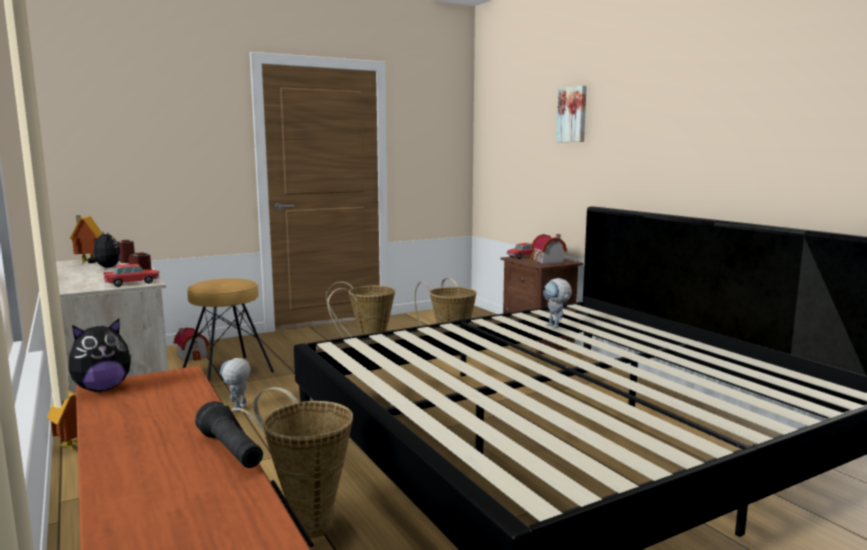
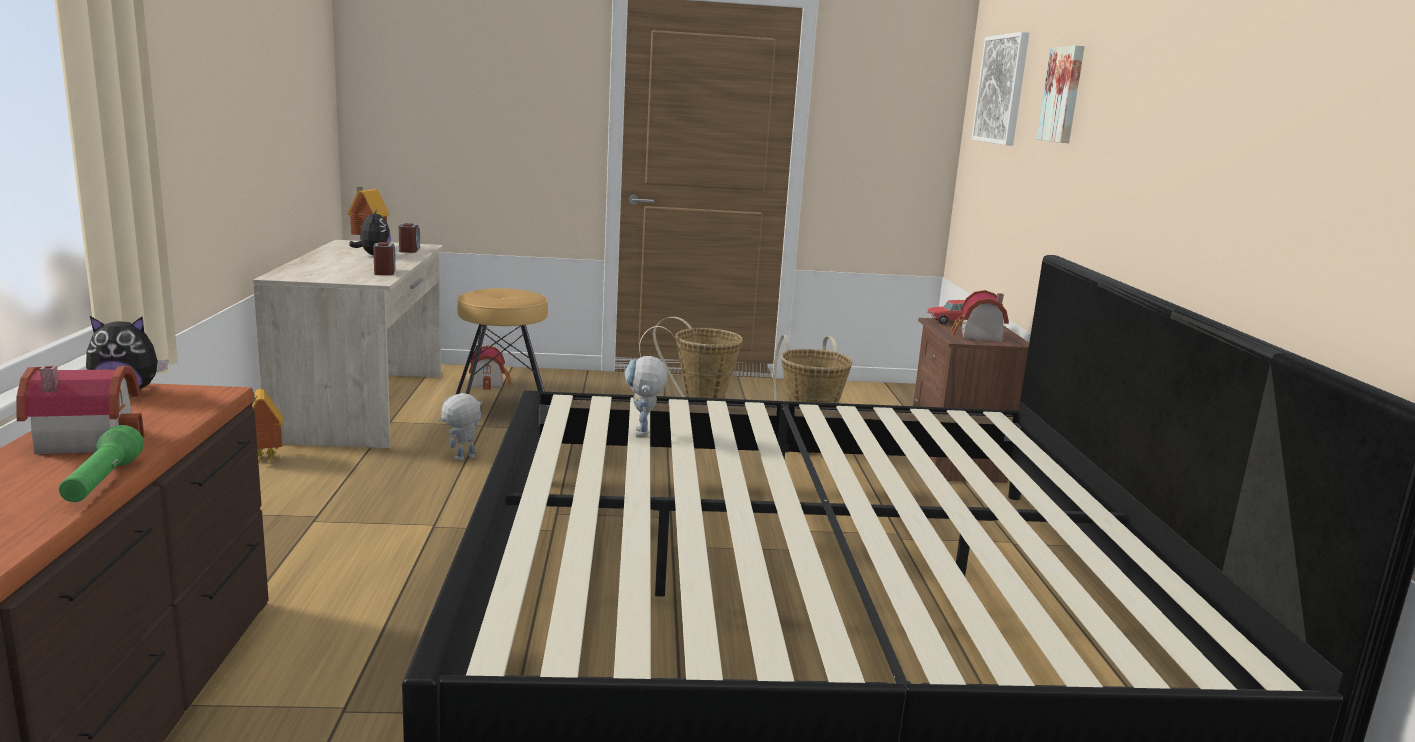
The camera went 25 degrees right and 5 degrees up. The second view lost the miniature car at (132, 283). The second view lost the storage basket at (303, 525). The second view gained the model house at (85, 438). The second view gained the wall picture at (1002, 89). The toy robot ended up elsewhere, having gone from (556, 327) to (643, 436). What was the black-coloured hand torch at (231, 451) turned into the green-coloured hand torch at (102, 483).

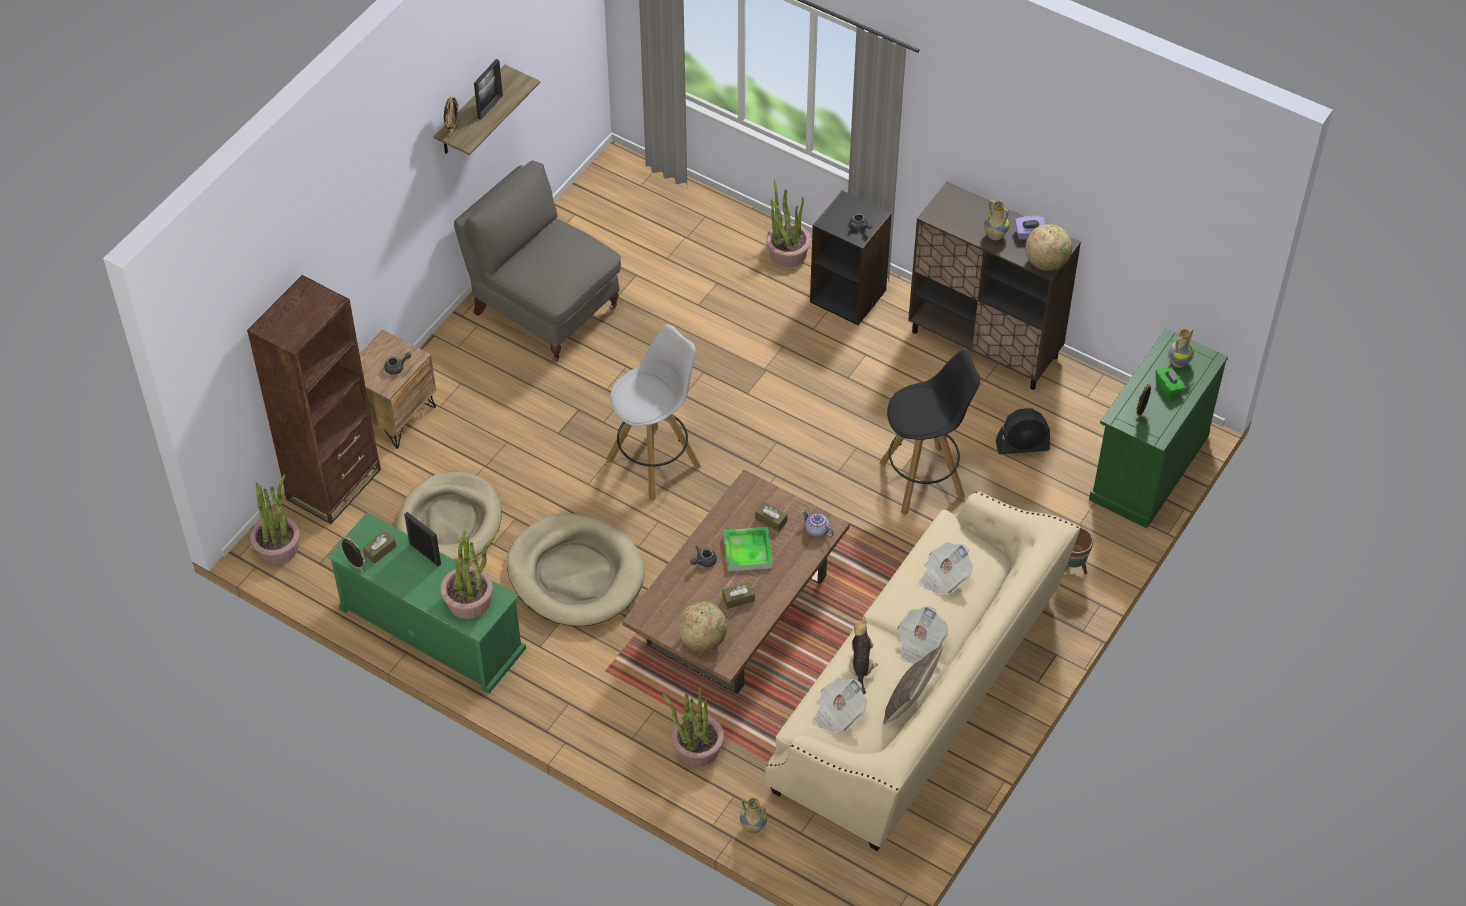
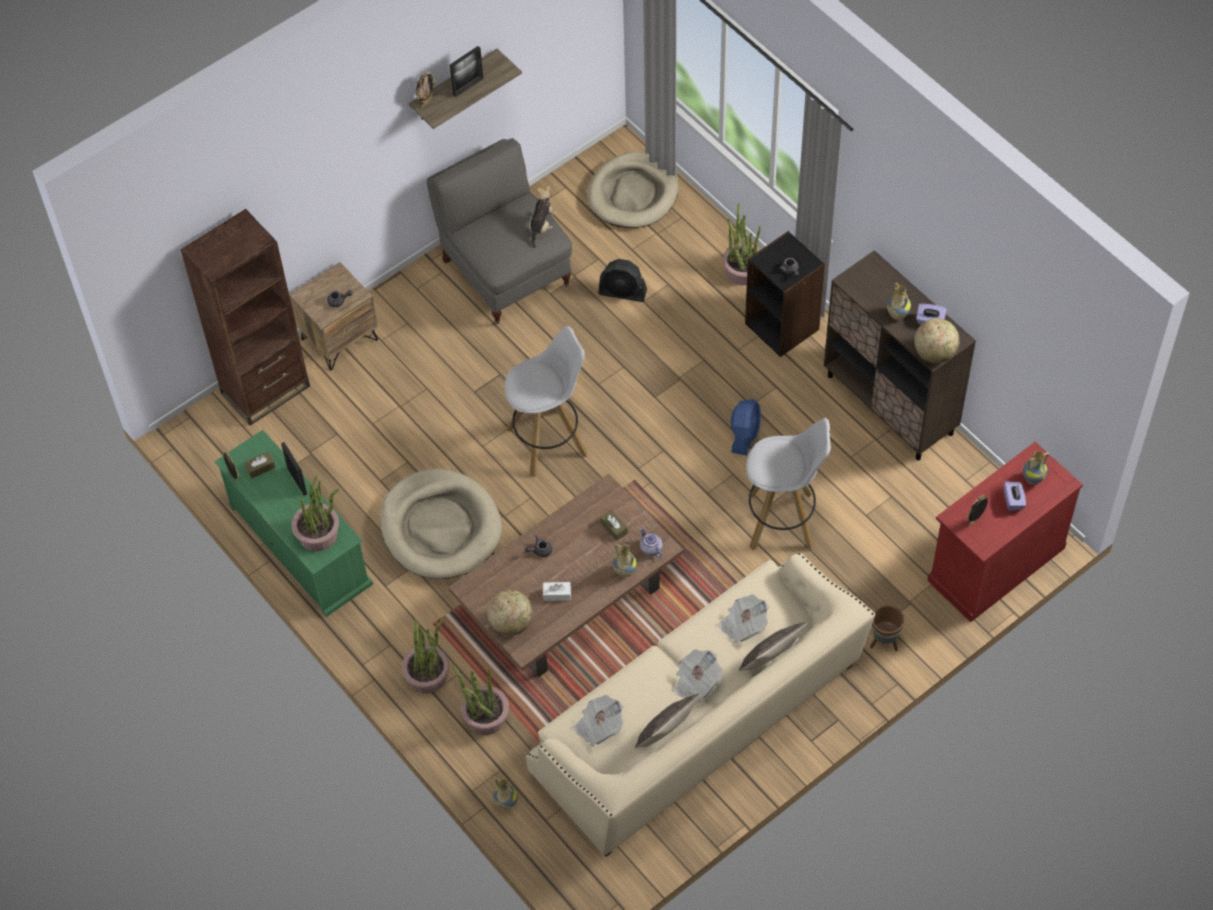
The camera went 20 degrees right and 5 degrees up. The second view lost the serving tray at (747, 551). The second view gained the vase at (624, 572). The second view gained the blue-coloured fan at (745, 435). The second view gained the cushion at (771, 660). The plant in a pot ended up elsewhere, having gone from (278, 547) to (427, 675). The beige pet bed ended up elsewhere, having gone from (450, 522) to (633, 194). The soft toy ended up elsewhere, having gone from (861, 665) to (541, 226). The black-coloured fan ended up elsewhere, having gone from (1022, 446) to (622, 292). What was the brown-coloured tissue box at (738, 599) turned into the whitish tissue box at (557, 594). What was the black-coloured sitting stool at (923, 479) turned into the whitish sitting stool at (782, 521). What was the green-coloured cupboard at (1148, 467) turned into the red-coloured cupboard at (995, 564). What was the green-coloured tissue box at (1168, 387) turned into the purple tissue box at (1013, 500).

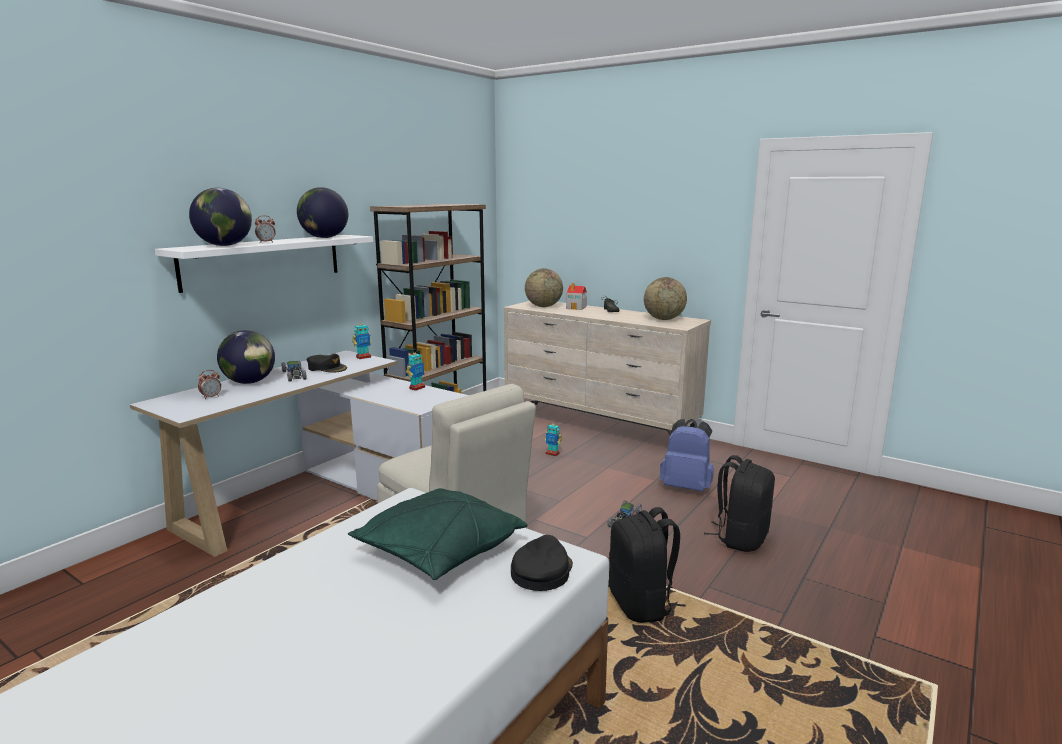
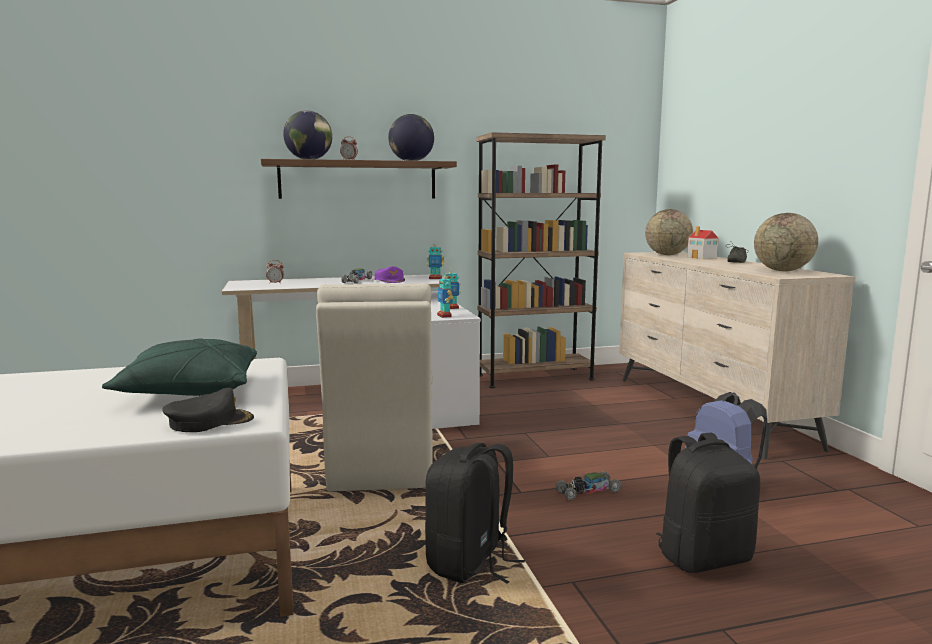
The camera went 40 degrees right and 5 degrees down. The second view lost the globe at (249, 382). The toy robot ended up elsewhere, having gone from (552, 453) to (444, 316). What was the whitish bracket shelf at (263, 261) turned into the brown-coloured bracket shelf at (358, 180). What was the black-coloured peaked cap at (327, 368) turned into the purple peaked cap at (390, 280).

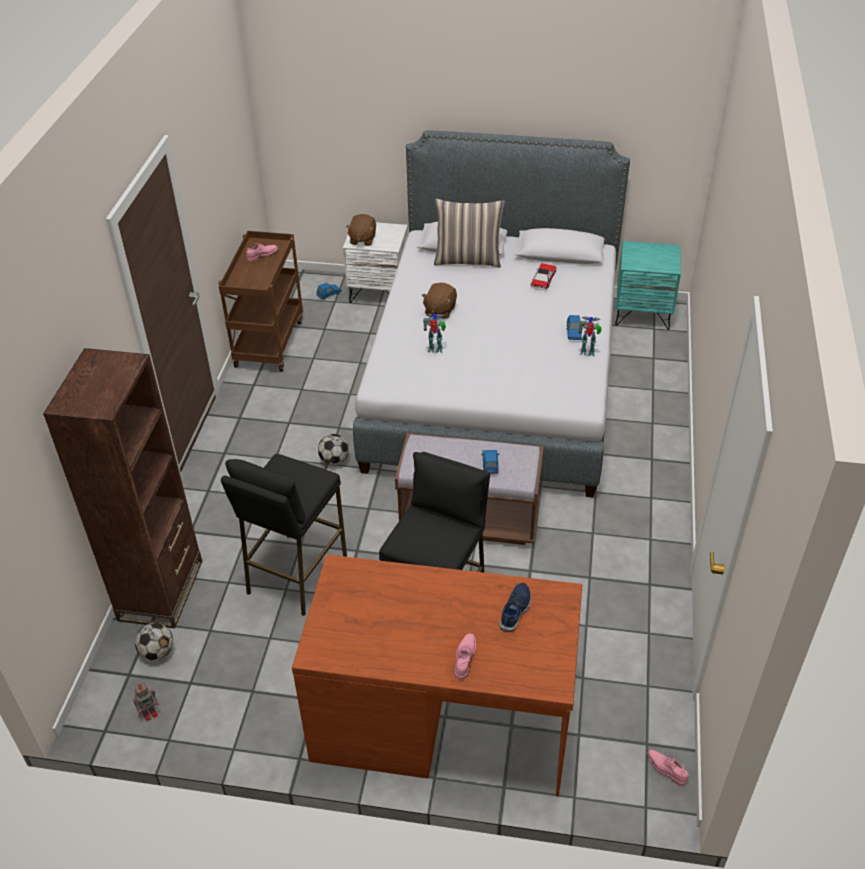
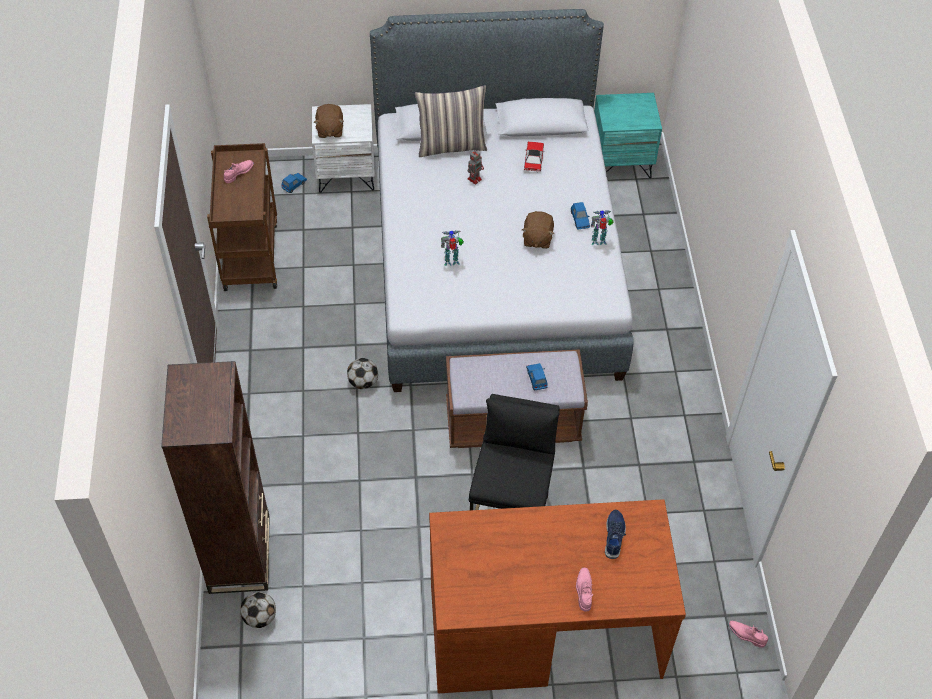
The camera went 15 degrees left and 10 degrees up. The second view lost the black-coloured sitting stool at (295, 574). The toy robot ended up elsewhere, having gone from (150, 712) to (475, 178). The brown-coloured soft toy ended up elsewhere, having gone from (439, 310) to (537, 239).

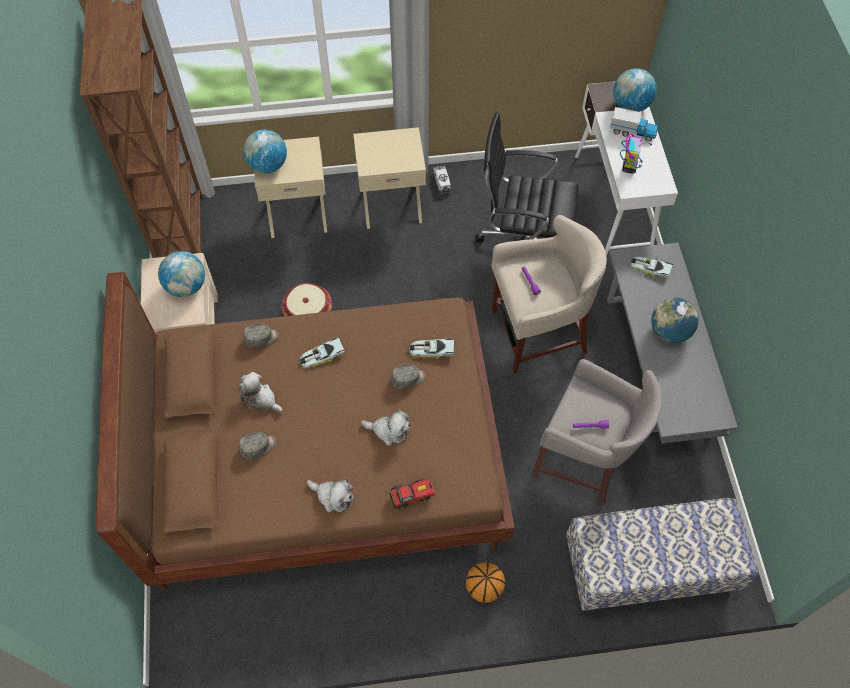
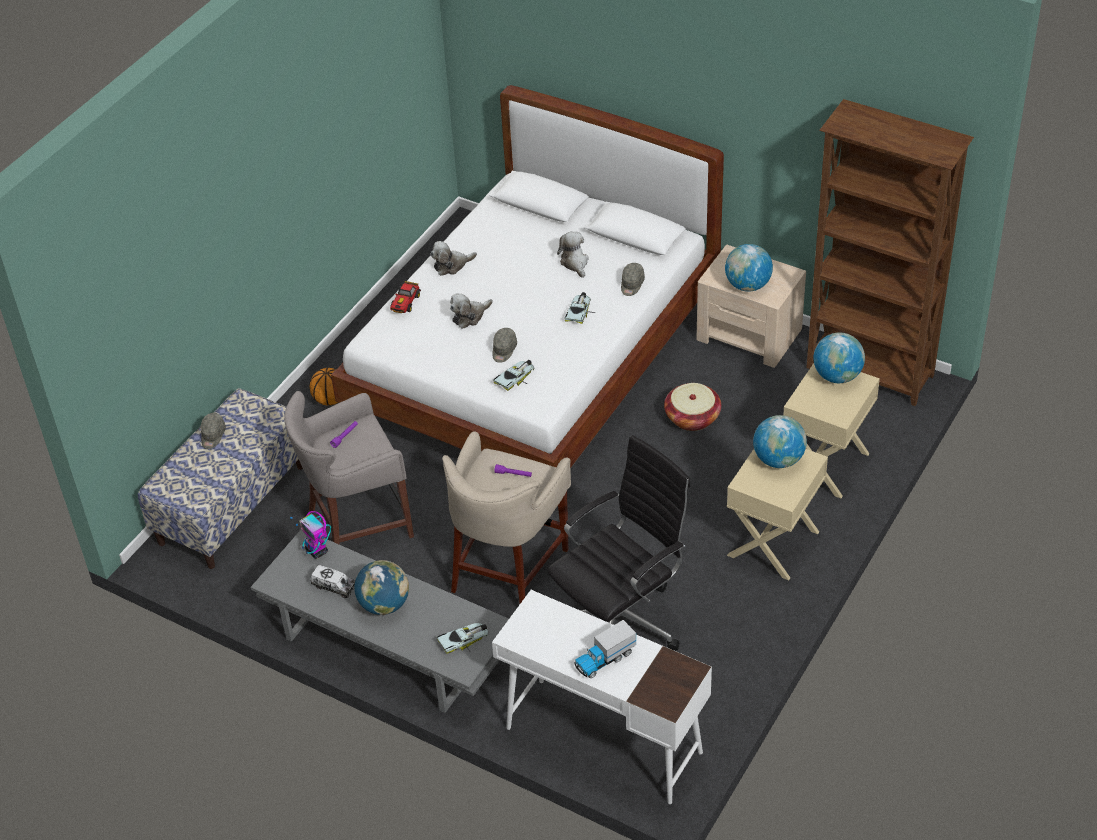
The camera went 130 degrees right and 15 degrees down. The greyish peaked cap ended up elsewhere, having gone from (258, 446) to (213, 436). The toy lorry ended up elsewhere, having gone from (442, 182) to (334, 586). The globe ended up elsewhere, having gone from (630, 105) to (778, 459). The toy robot ended up elsewhere, having gone from (629, 167) to (317, 551). What was the brown-coloured bedroom bed at (324, 456) turned into the whitish bedroom bed at (536, 362). The soft toy at (261, 399) ended up facing another way, 90 degrees counterclockwise from before.

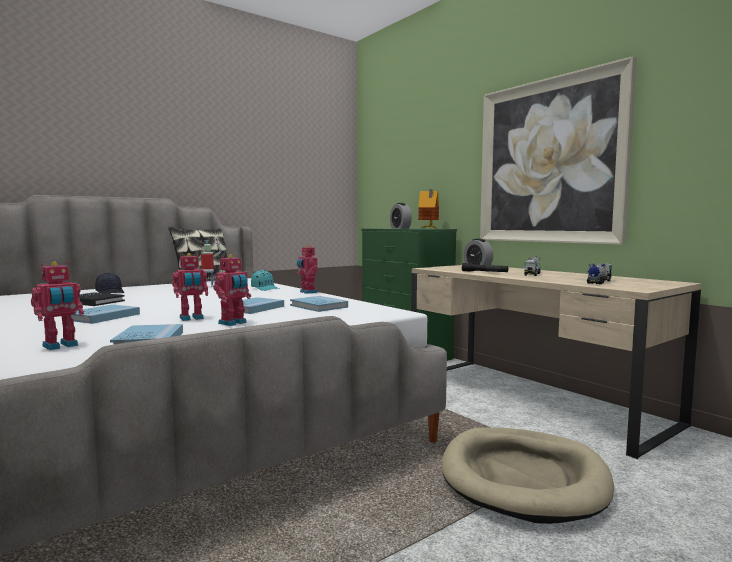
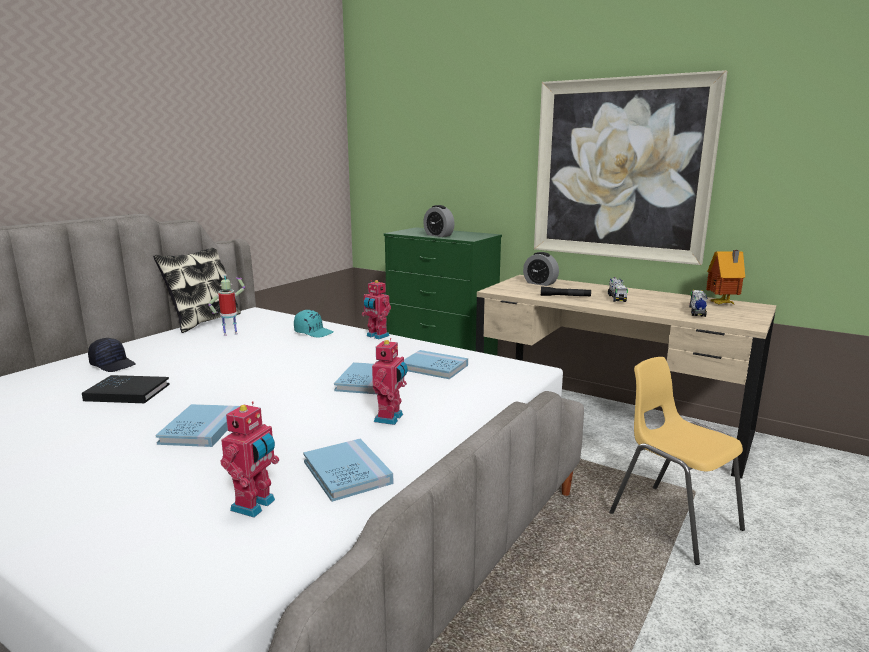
The camera went 20 degrees left and 10 degrees up. The second view lost the toy robot at (192, 318). The model house ended up elsewhere, having gone from (428, 228) to (722, 304). Where the beige pet bed stood at (523, 478), the yellow upright chair came to stand at (673, 521).

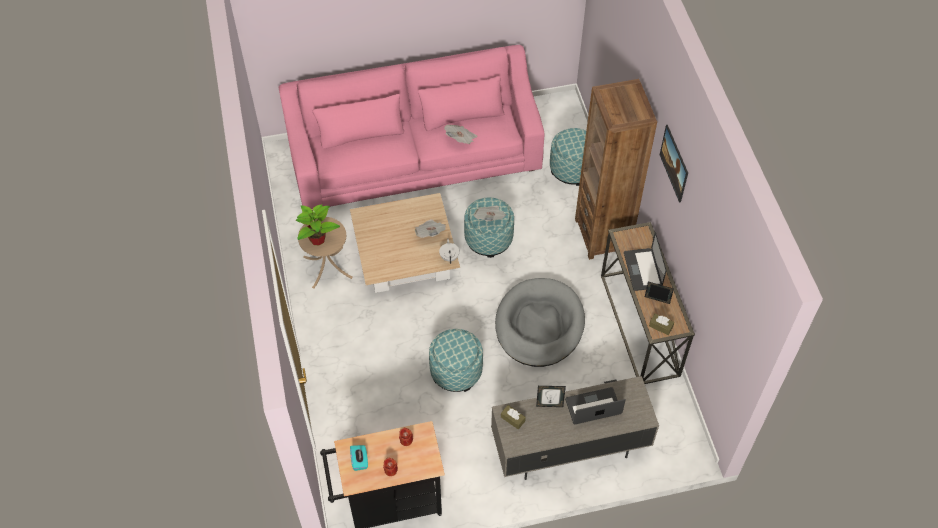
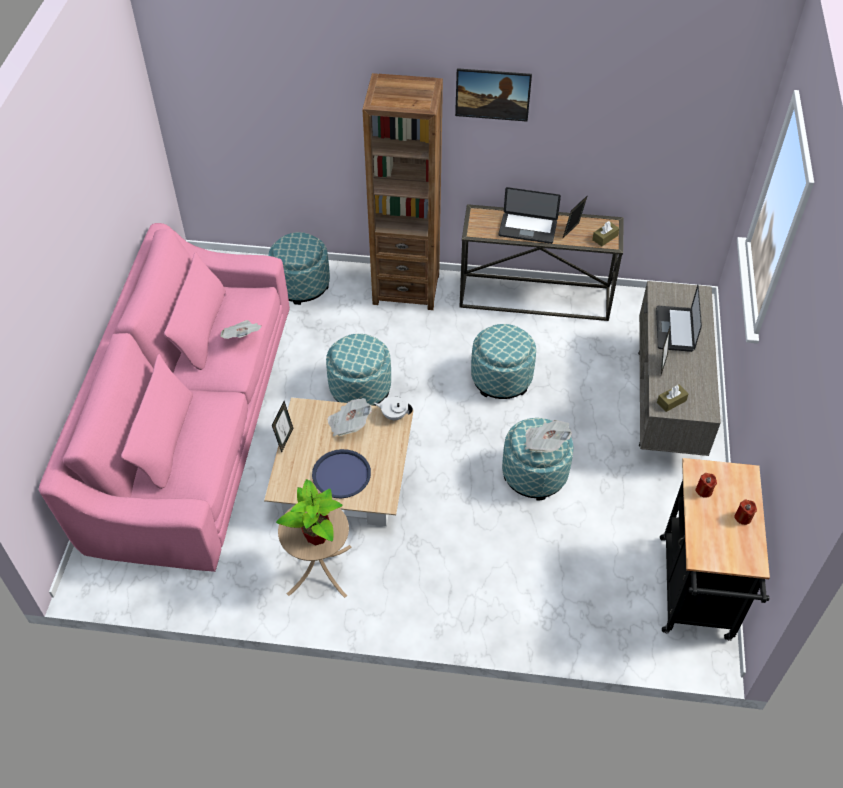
The camera went 70 degrees left and 5 degrees down. The second view lost the turquoise tissue box at (359, 461). The second view gained the picture frame at (285, 439). The second view gained the blue-coloured serving tray at (341, 474). The printed paper ended up elsewhere, having gone from (490, 218) to (545, 443). Where the greyish pet bed stood at (539, 325), the ottoman came to stand at (501, 378).

